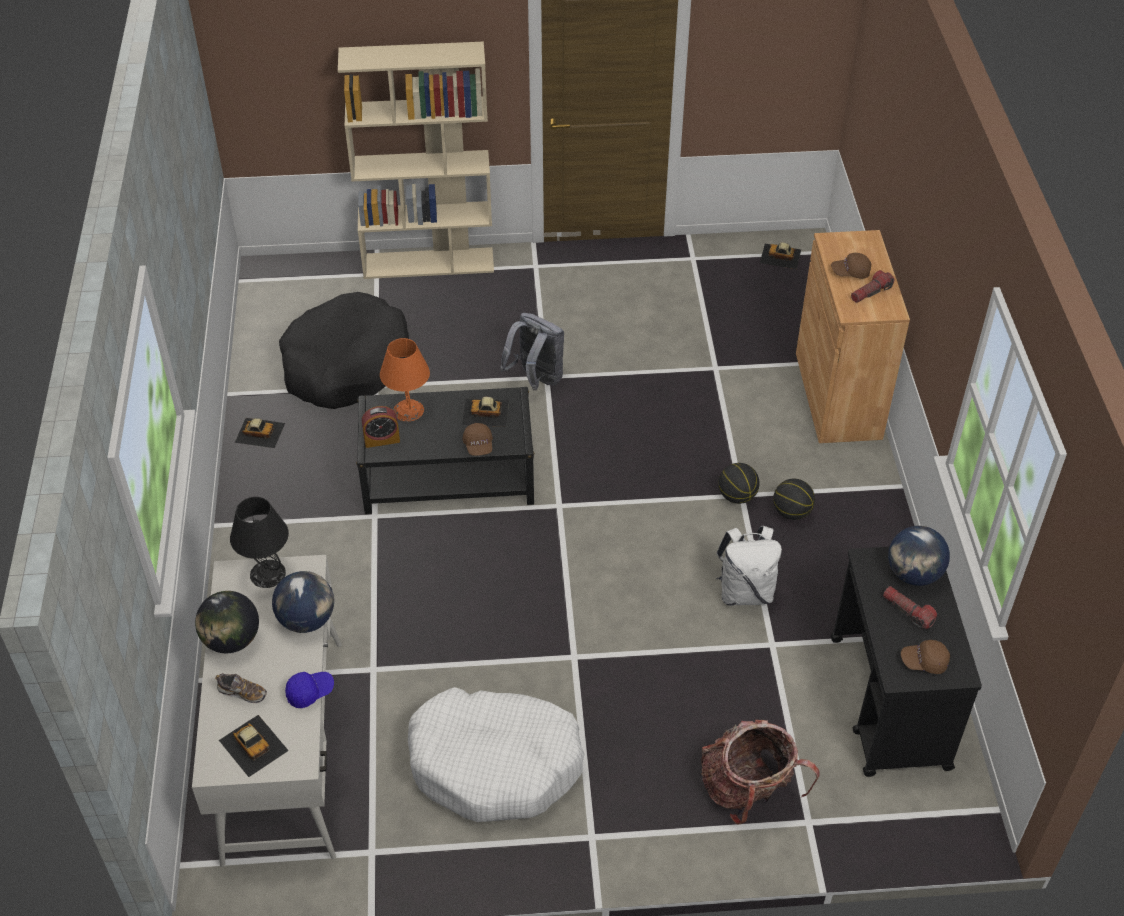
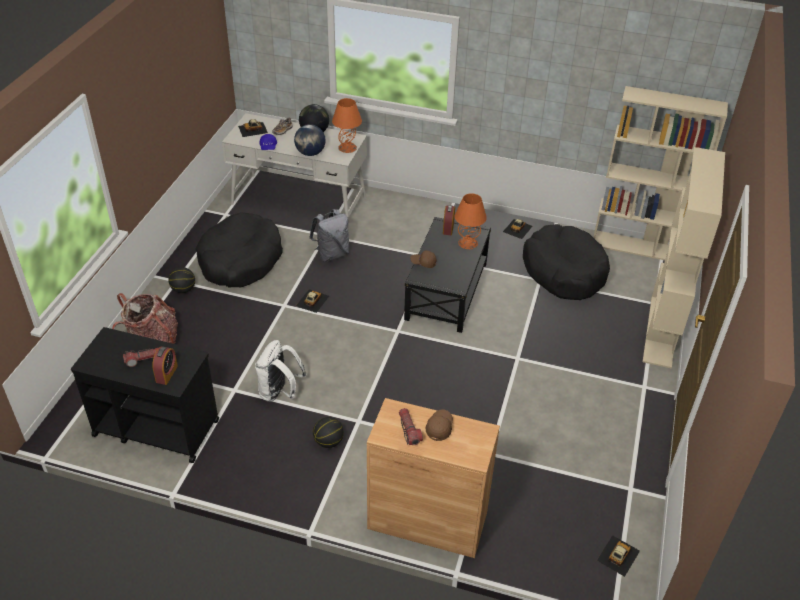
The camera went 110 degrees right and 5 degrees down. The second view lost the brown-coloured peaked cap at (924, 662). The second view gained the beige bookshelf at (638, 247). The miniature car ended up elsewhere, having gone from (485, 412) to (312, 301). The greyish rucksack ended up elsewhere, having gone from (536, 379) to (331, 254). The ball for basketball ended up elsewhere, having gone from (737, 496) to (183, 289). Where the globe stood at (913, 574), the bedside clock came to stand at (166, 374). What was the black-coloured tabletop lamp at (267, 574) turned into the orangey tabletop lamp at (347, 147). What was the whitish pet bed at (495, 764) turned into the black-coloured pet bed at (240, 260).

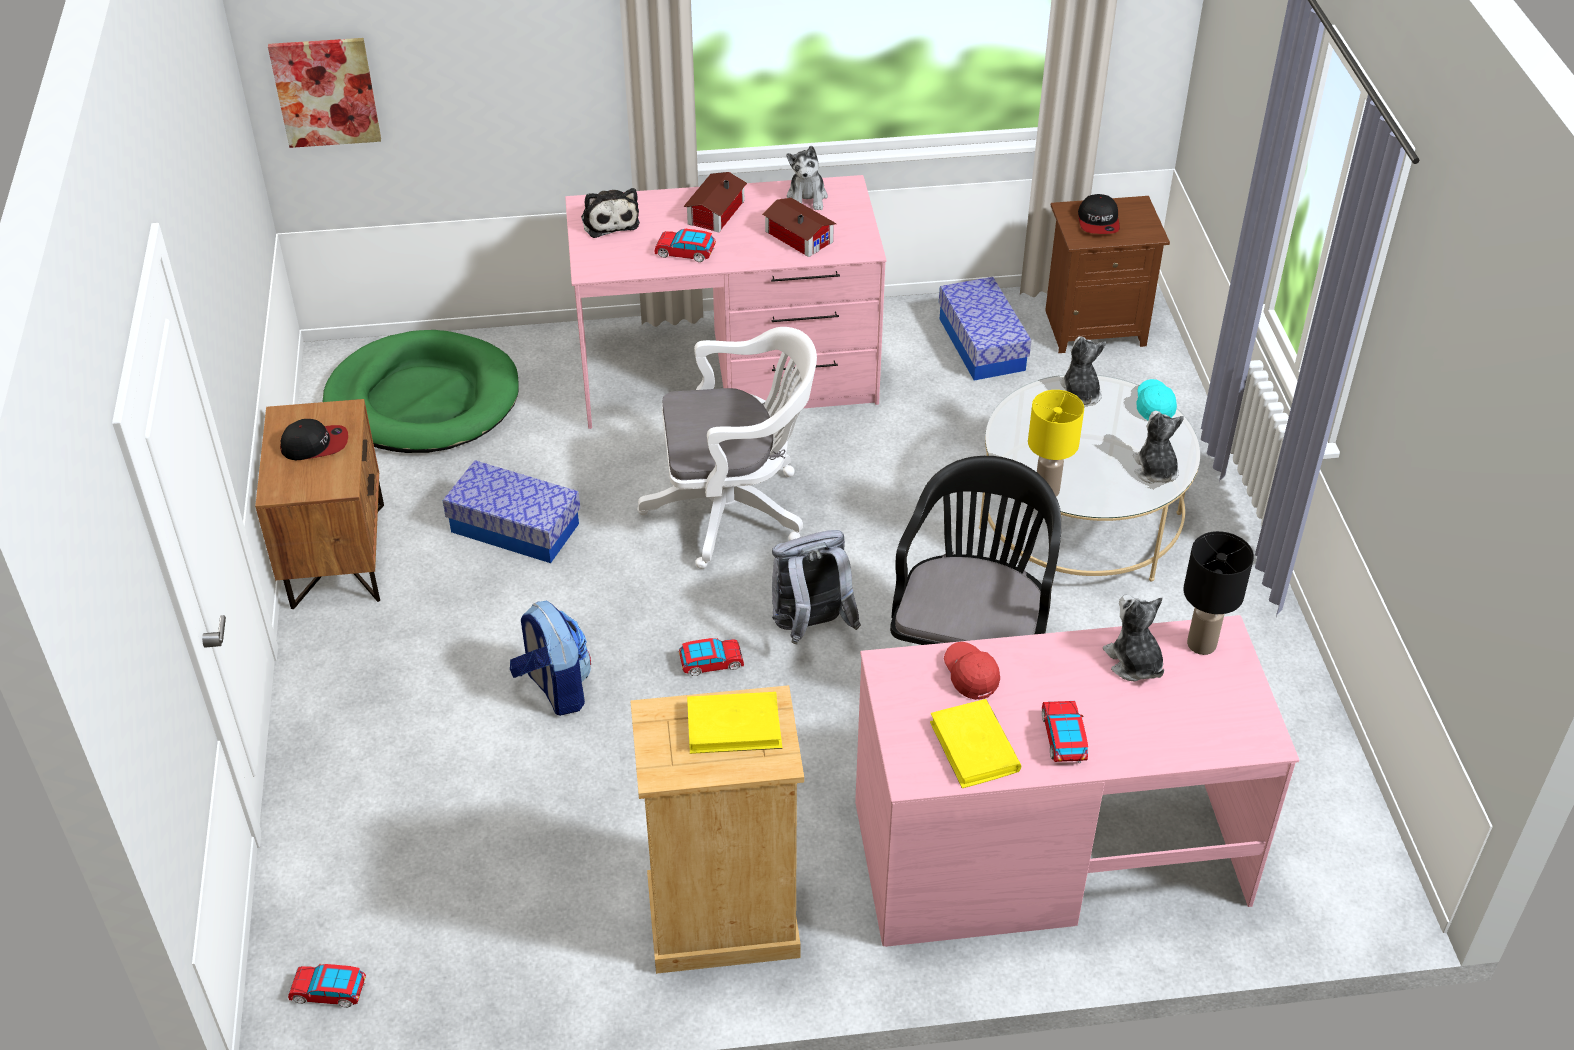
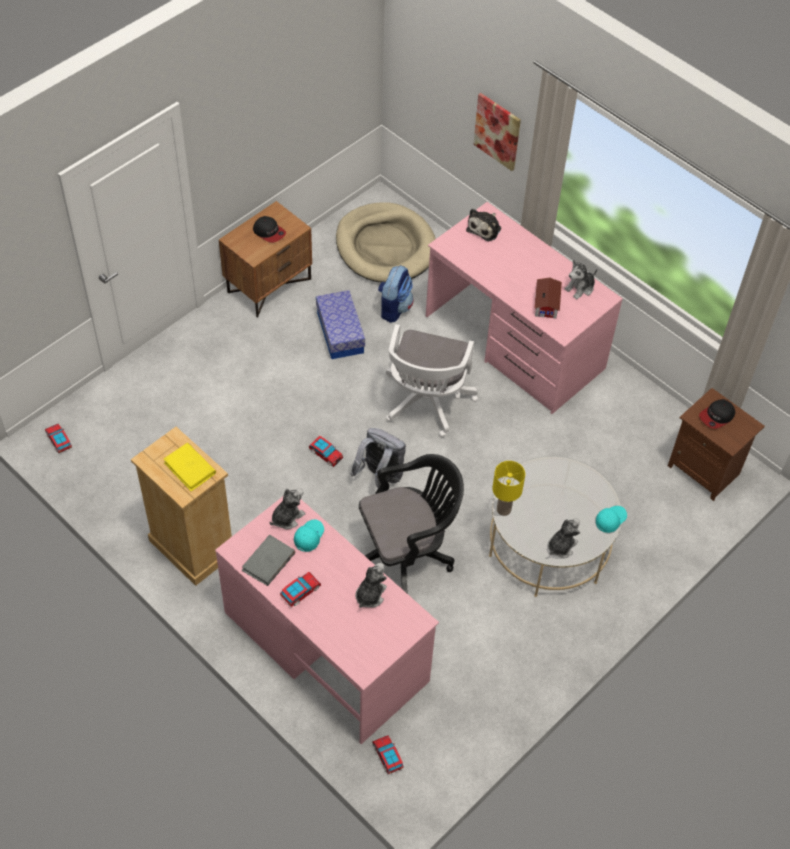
The camera went 50 degrees right and 10 degrees up. The second view lost the model house at (713, 213). The second view lost the storage bin at (982, 344). The second view lost the black-coloured tabletop lamp at (1202, 644). The wall picture ended up elsewhere, having gone from (326, 92) to (497, 131). The rucksack ended up elsewhere, having gone from (555, 689) to (394, 308). The miniature car ended up elsewhere, having gone from (685, 253) to (387, 756). The soft toy ended up elsewhere, having gone from (1079, 394) to (287, 517). What was the green-coloured pet bed at (423, 400) turned into the beige pet bed at (385, 247). What was the yellow book at (974, 747) turned into the greyish book at (268, 562). What was the red-coloured peaked cap at (970, 676) turned into the turquoise peaked cap at (309, 537). The whitish office chair at (735, 510) ended up facing another way, 60 degrees clockwise from before.

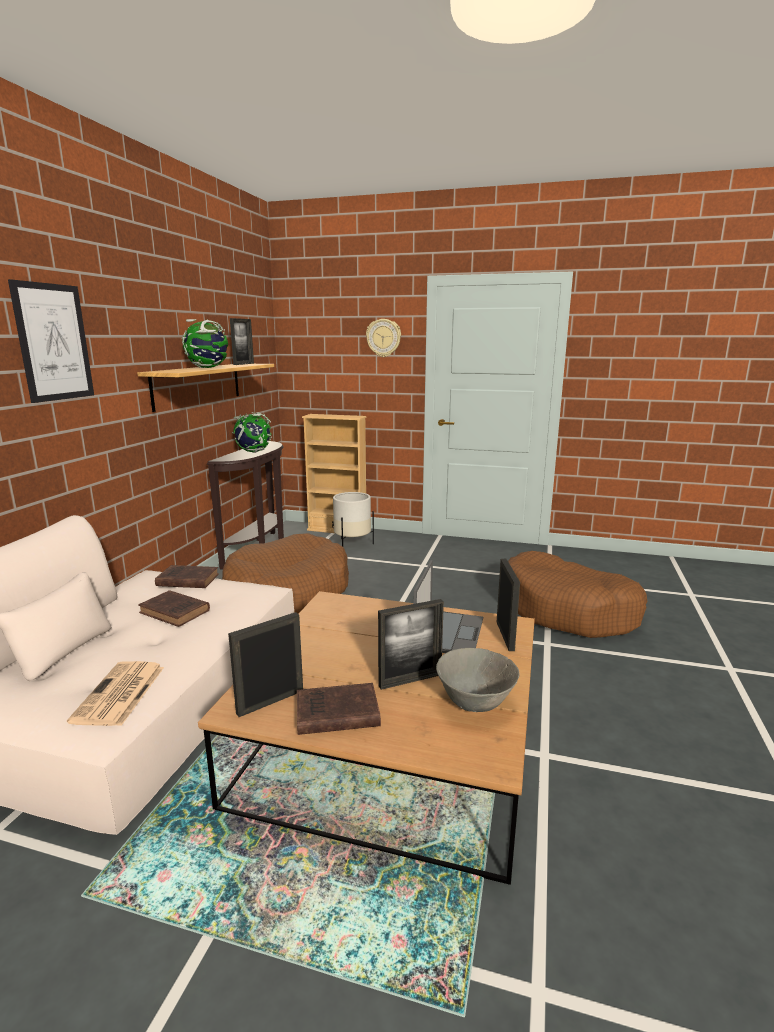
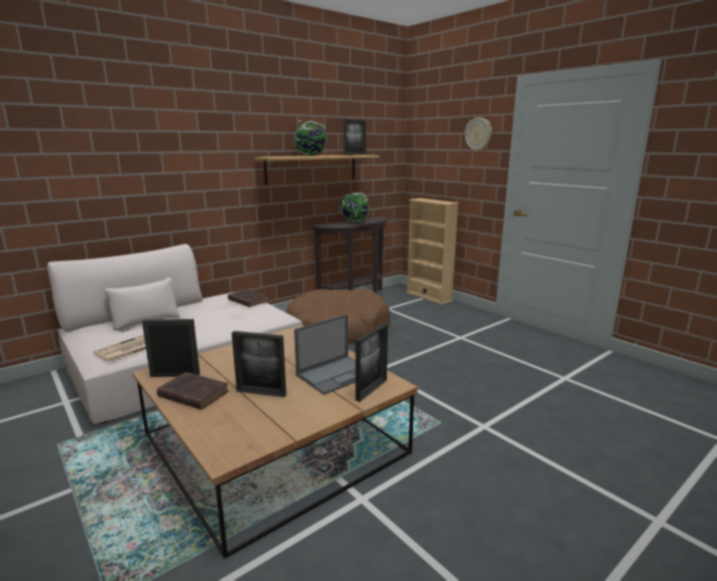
The camera went 35 degrees right and 0 degrees up. The second view lost the wall picture at (54, 342). The second view lost the brown-coloured book at (176, 612). The second view lost the whitish planter at (352, 544). The second view lost the greyish deep dish at (474, 702). The second view lost the brown-coloured pet bed at (567, 610).

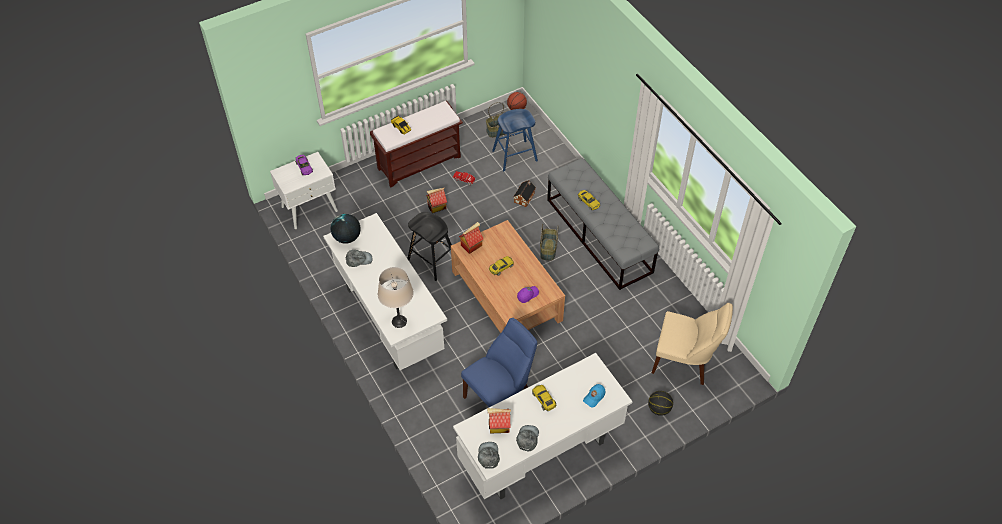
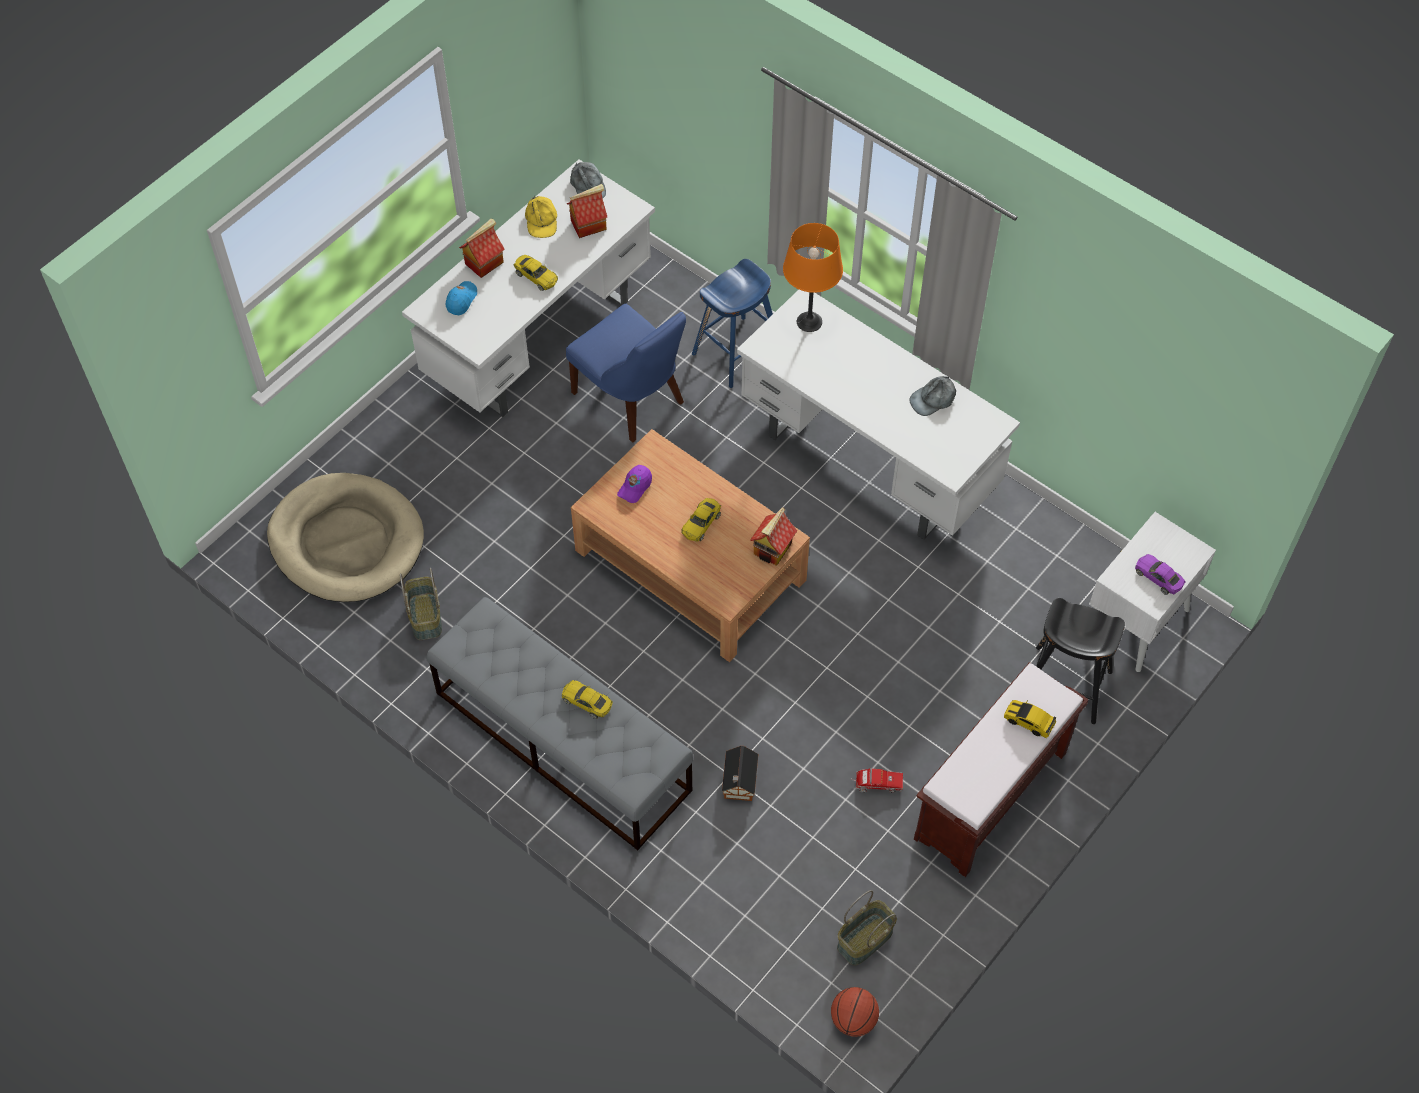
The camera went 160 degrees right and 5 degrees up. The second view lost the globe at (347, 238). The second view lost the ball for basketball at (659, 409). The black-coloured sitting stool ended up elsewhere, having gone from (432, 260) to (1066, 685). The model house ended up elsewhere, having gone from (436, 206) to (484, 262). The blue-coloured sitting stool ended up elsewhere, having gone from (514, 156) to (737, 351). The storage basket ended up elsewhere, having gone from (548, 249) to (426, 617). Where the beige upright chair stood at (684, 362), the beige pet bed came to stand at (347, 541). What was the beige tabletop lamp at (399, 321) turned into the orangey tabletop lamp at (809, 321). What was the greyish peaked cap at (527, 438) turned into the yellow peaked cap at (541, 220). The blue-coloured upright chair at (500, 396) ended up facing another way, 75 degrees counterclockwise from before.

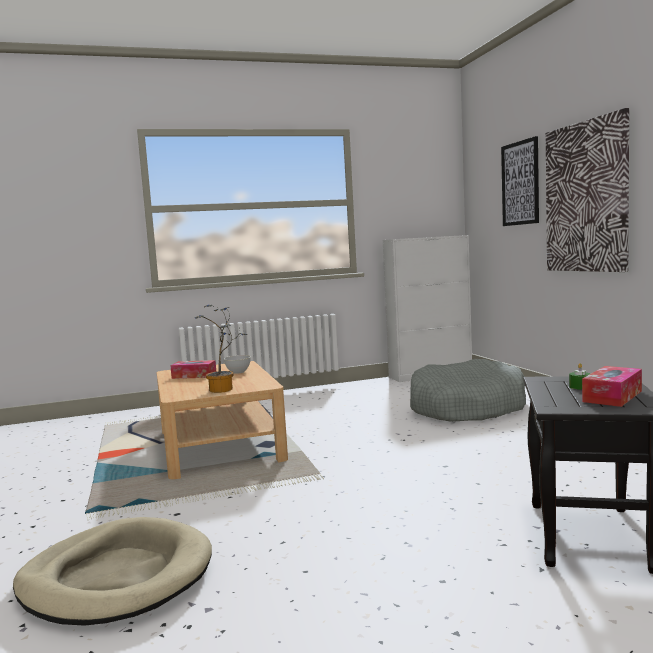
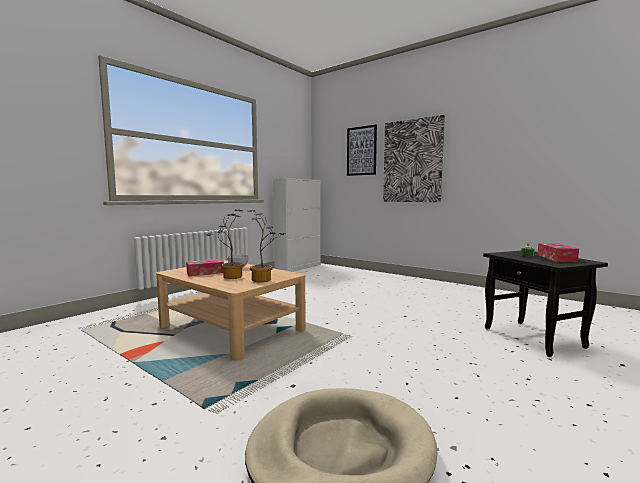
The camera went 35 degrees left and 0 degrees up. The second view lost the greyish pet bed at (466, 408). The second view gained the plant in a pot at (229, 277).

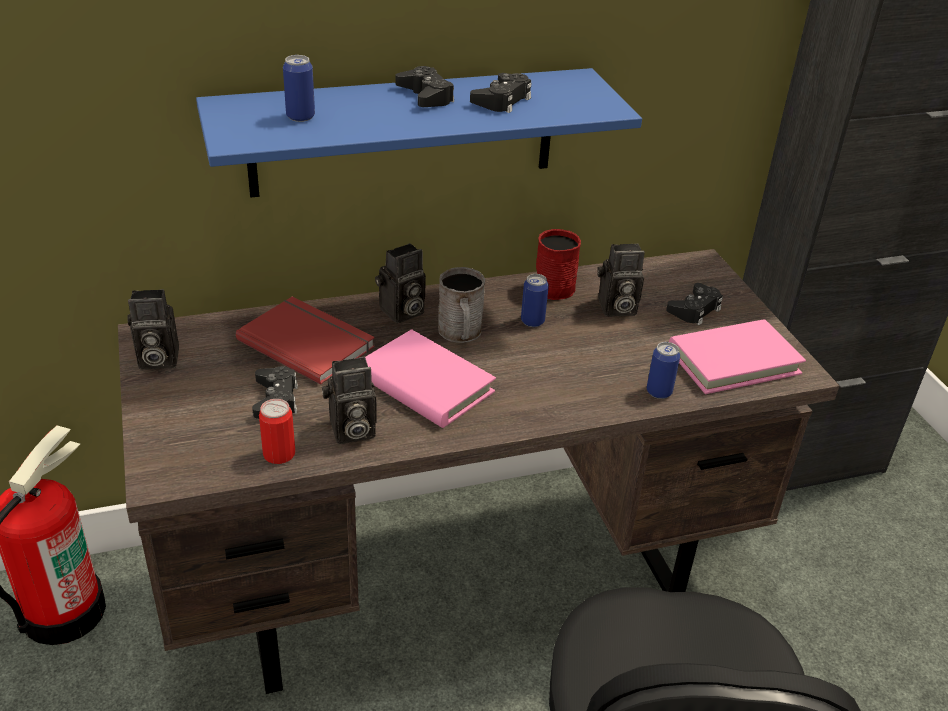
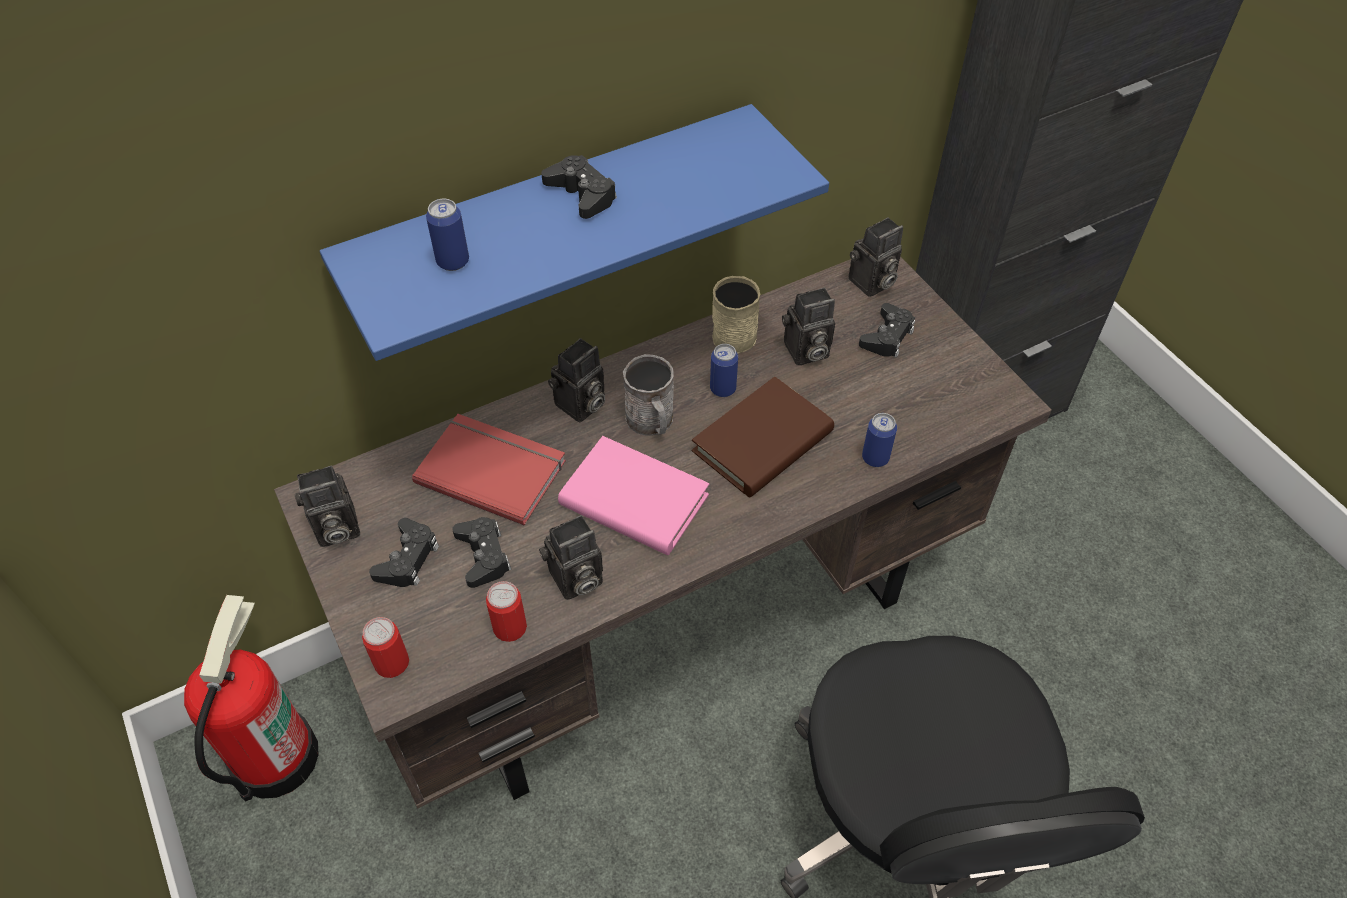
The camera went 10 degrees left and 15 degrees up. The second view lost the pinkish book at (733, 361). The second view gained the sealed can at (392, 663). The second view gained the brown-coloured book at (762, 442). The second view gained the photo camera at (871, 284). The black-coloured gamepad ended up elsewhere, having gone from (502, 100) to (407, 559). What was the red-coloured tea mug at (556, 285) turned into the beige tea mug at (734, 331).

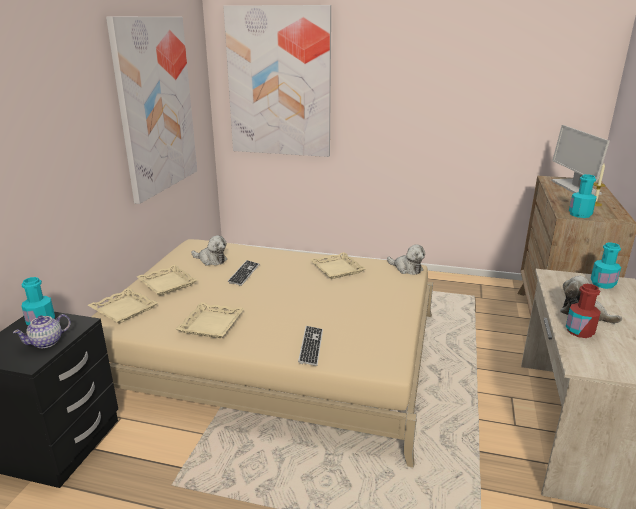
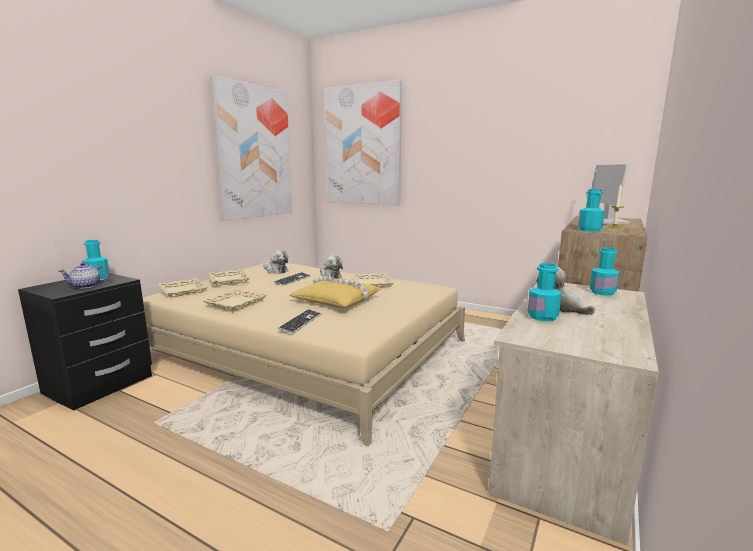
The camera went 15 degrees right and 10 degrees down. The second view gained the yellow cushion at (337, 300). The soft toy ended up elsewhere, having gone from (406, 268) to (330, 276). What was the red-coloured drink bottle at (579, 331) turned into the turquoise drink bottle at (542, 316).

